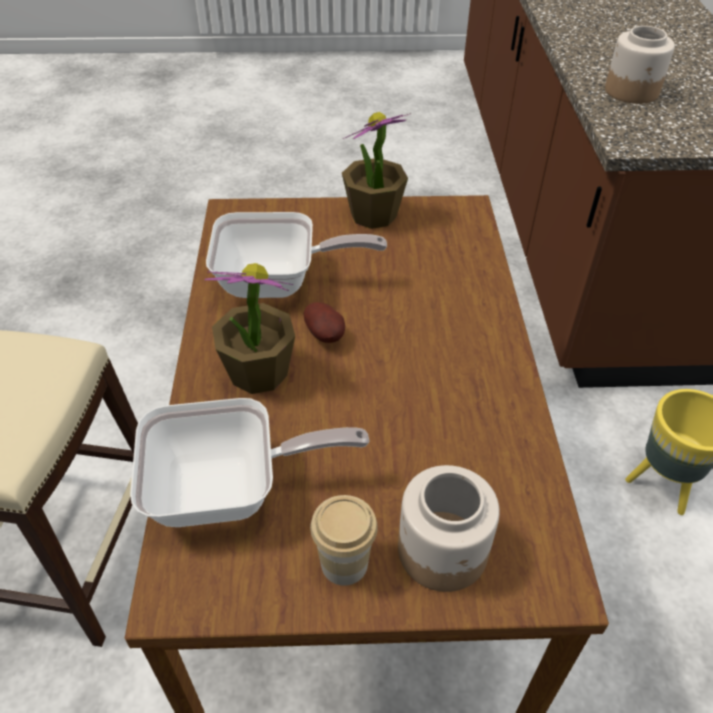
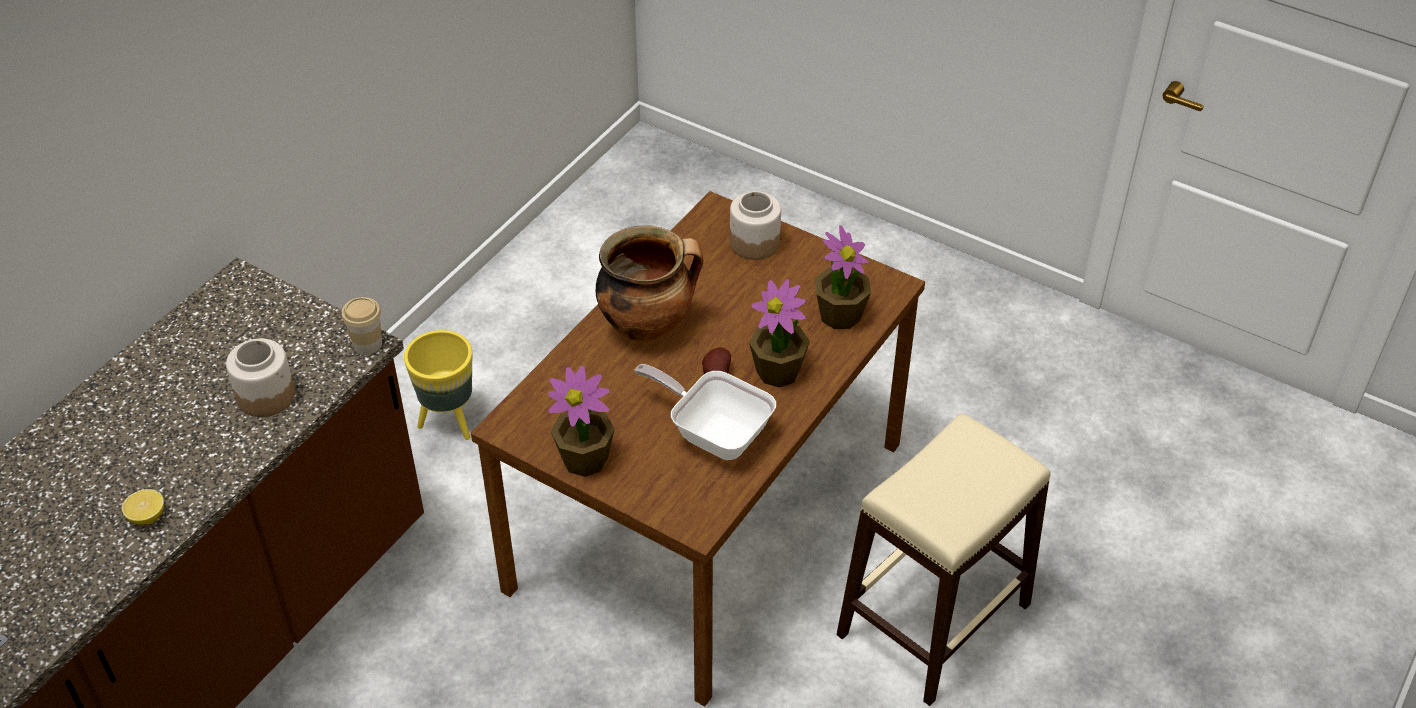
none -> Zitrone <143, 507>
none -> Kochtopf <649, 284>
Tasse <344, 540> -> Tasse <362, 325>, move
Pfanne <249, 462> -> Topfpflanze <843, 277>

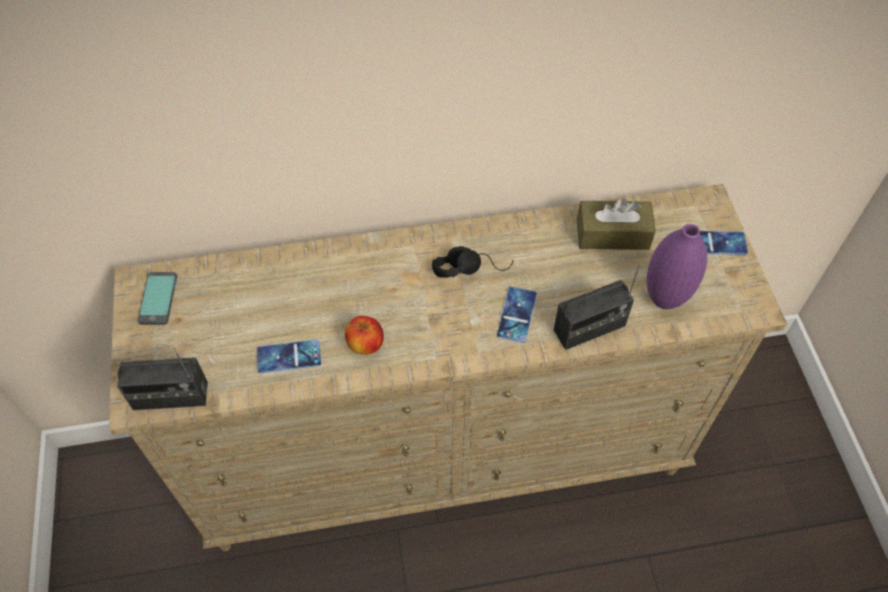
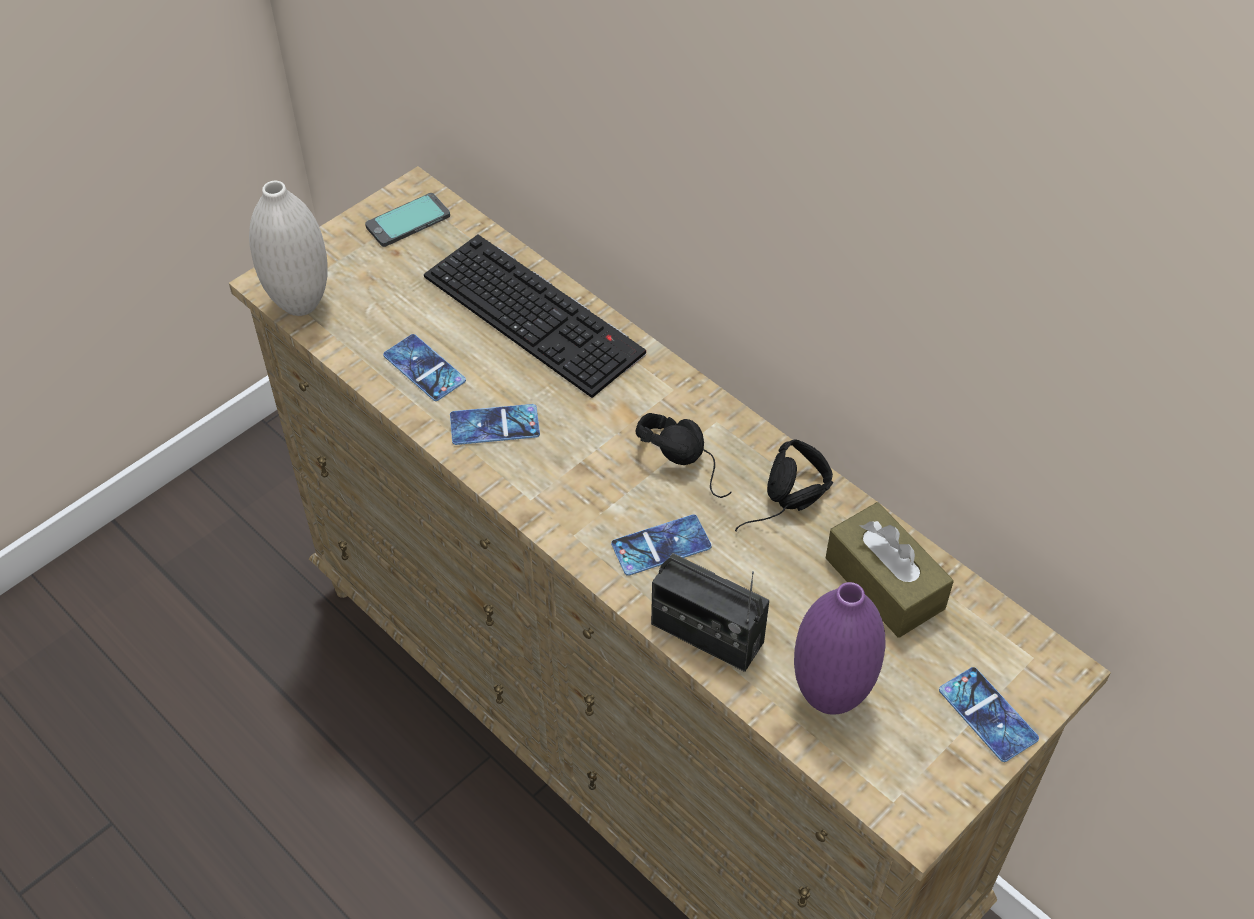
none -> Tastatur <535, 316>
none -> Kopfhörer (schwarz) <784, 485>
Radio <162, 379> -> Vase (weiß) <288, 248>
Apfel <364, 335> -> Handy <495, 424>

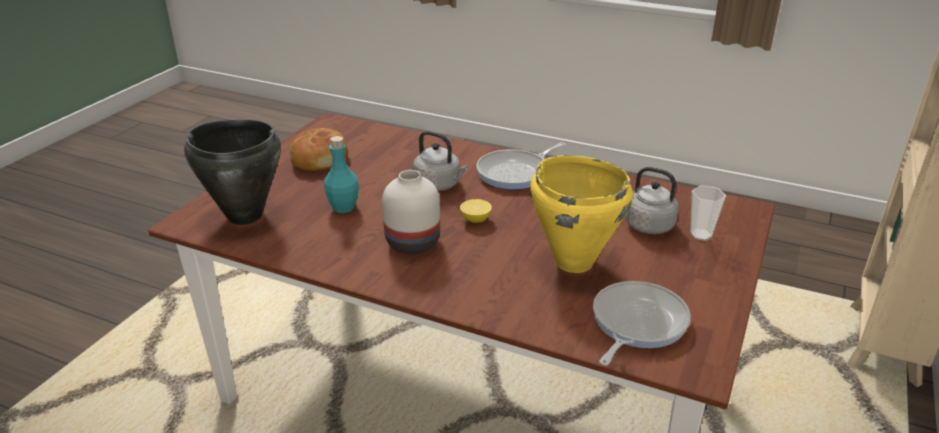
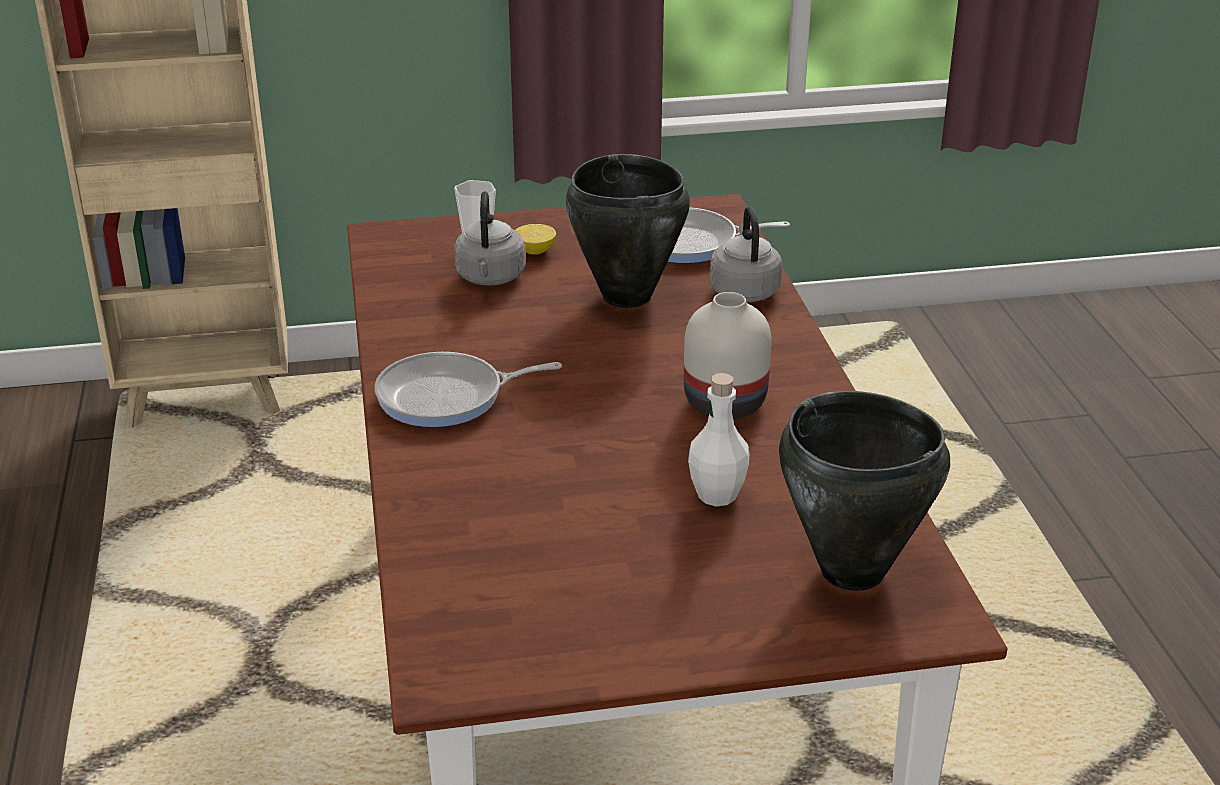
Brot <318, 149> -> none
Wasserkessel (grau) <440, 161> -> Wasserkessel (grau) <746, 254>, move
Zitrone <476, 211> -> Zitrone <535, 239>, move
Flasche (türkis) <341, 174> -> Flasche (weiß) <718, 440>
Kochtopf (gelb) <581, 214> -> Kochtopf (schwarz) <628, 231>
Pfanne <521, 166> -> Pfanne <468, 389>, 150 degrees clockwise

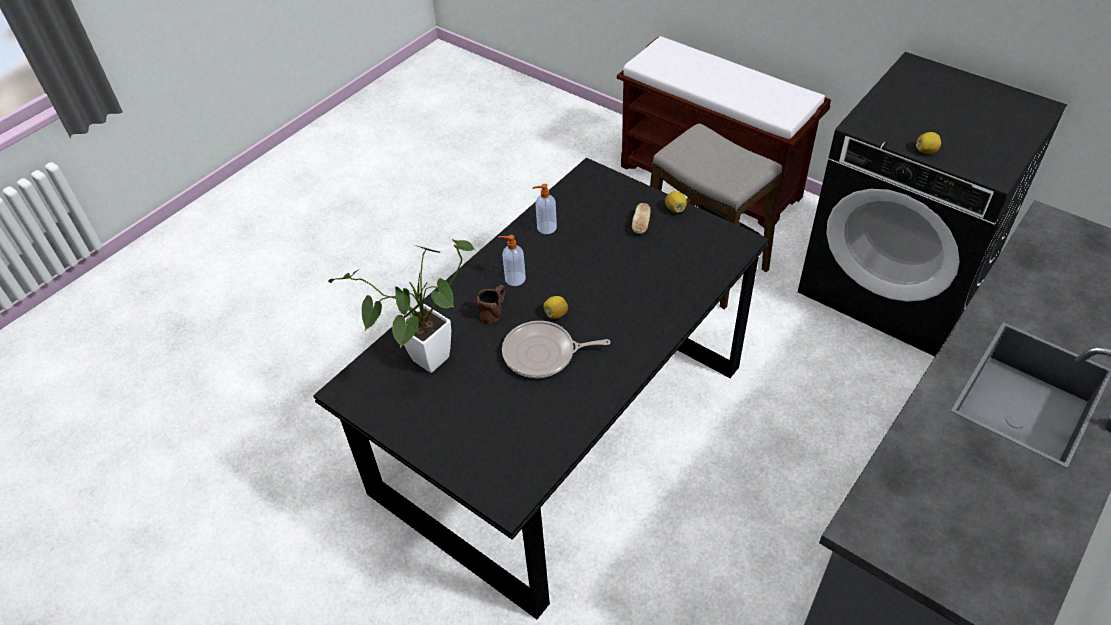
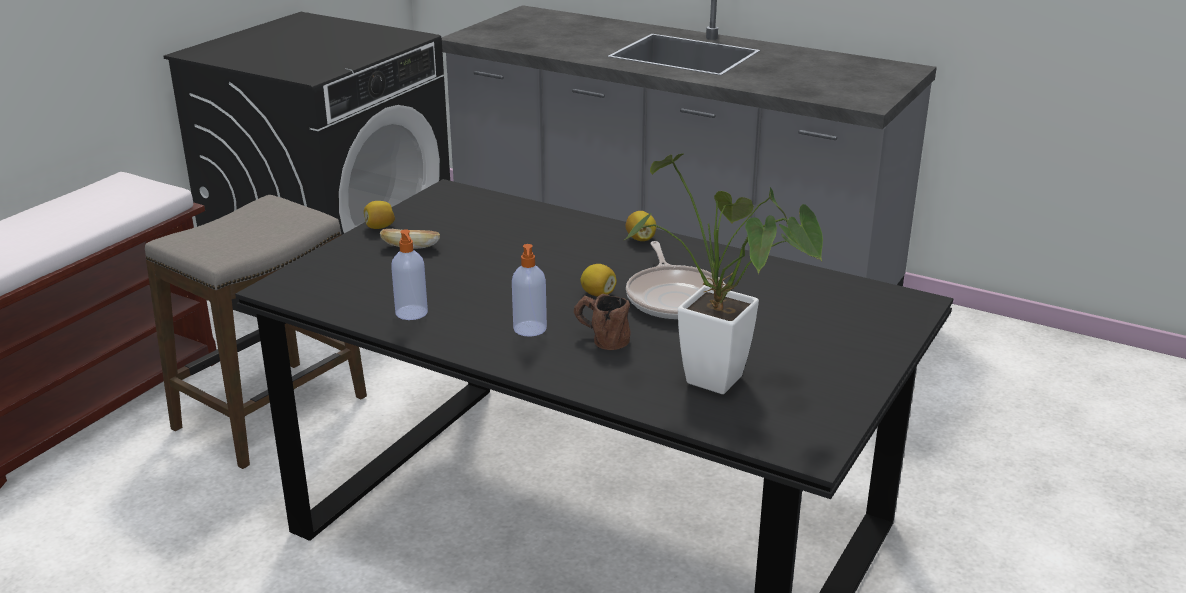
Zitrone <928, 143> -> Zitrone <640, 226>, move

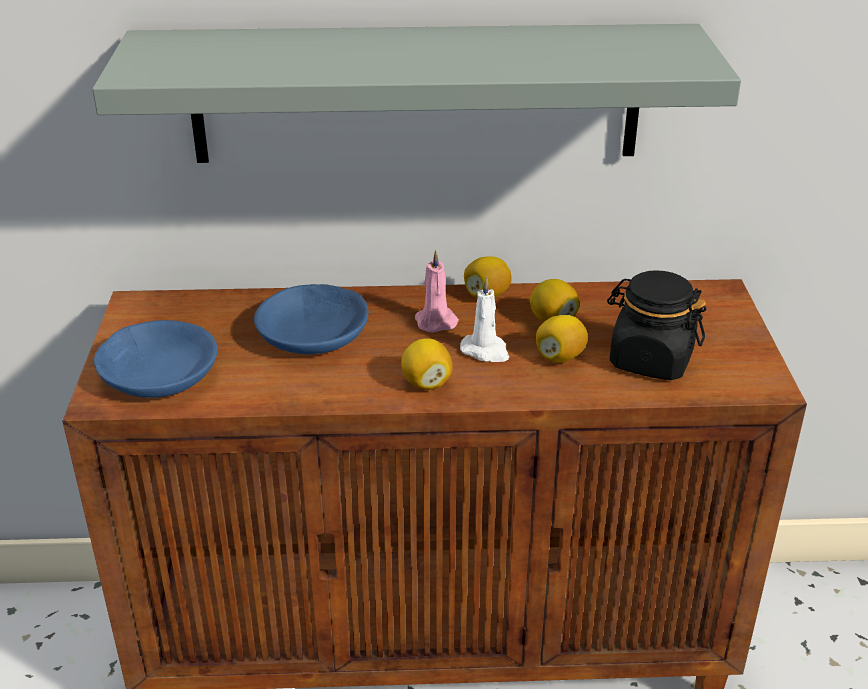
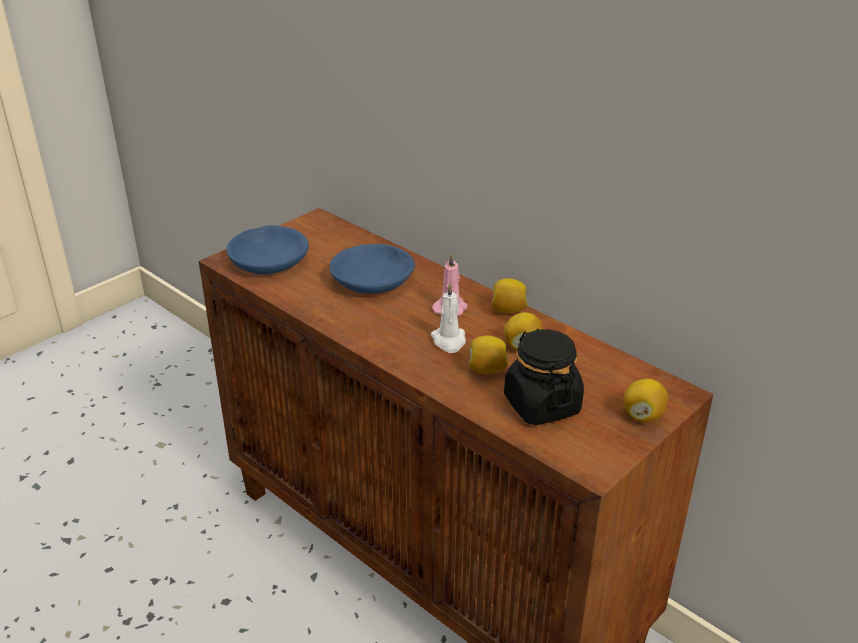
Wandregal (grau) <416, 93> -> none
Zitrone <427, 364> -> Zitrone <645, 401>, move

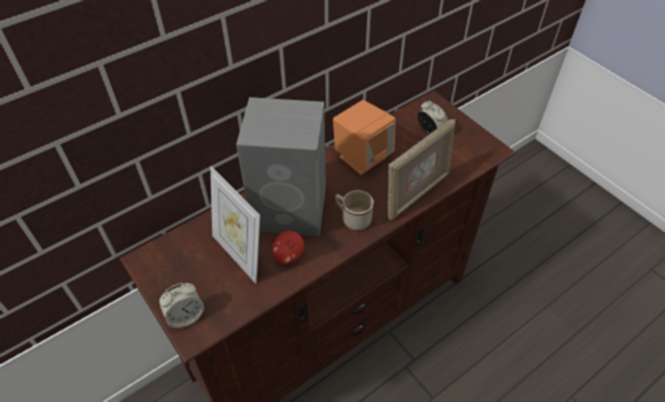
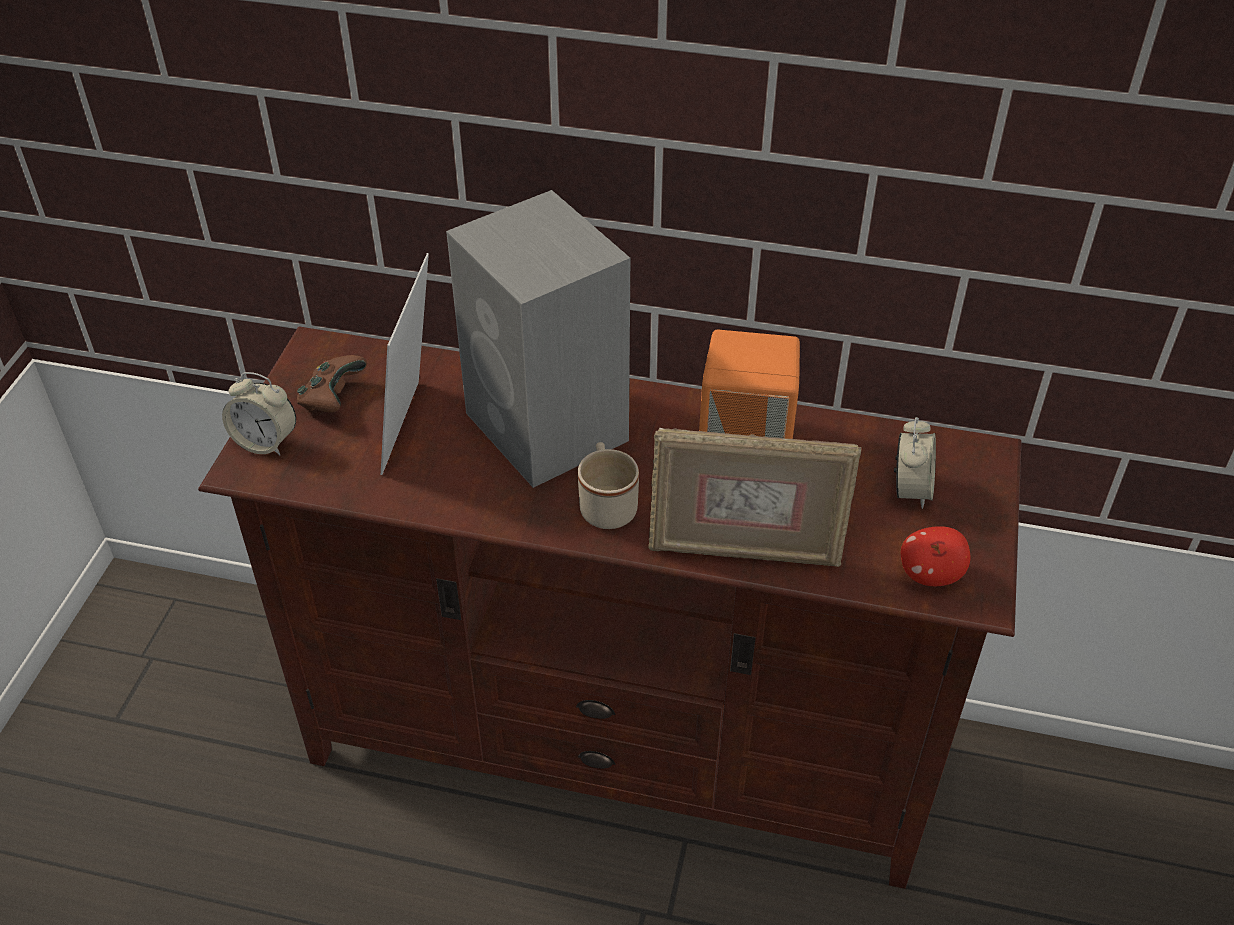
none -> Gamepad (braun) <332, 384>
Apfel <287, 247> -> Apfel <935, 556>, move

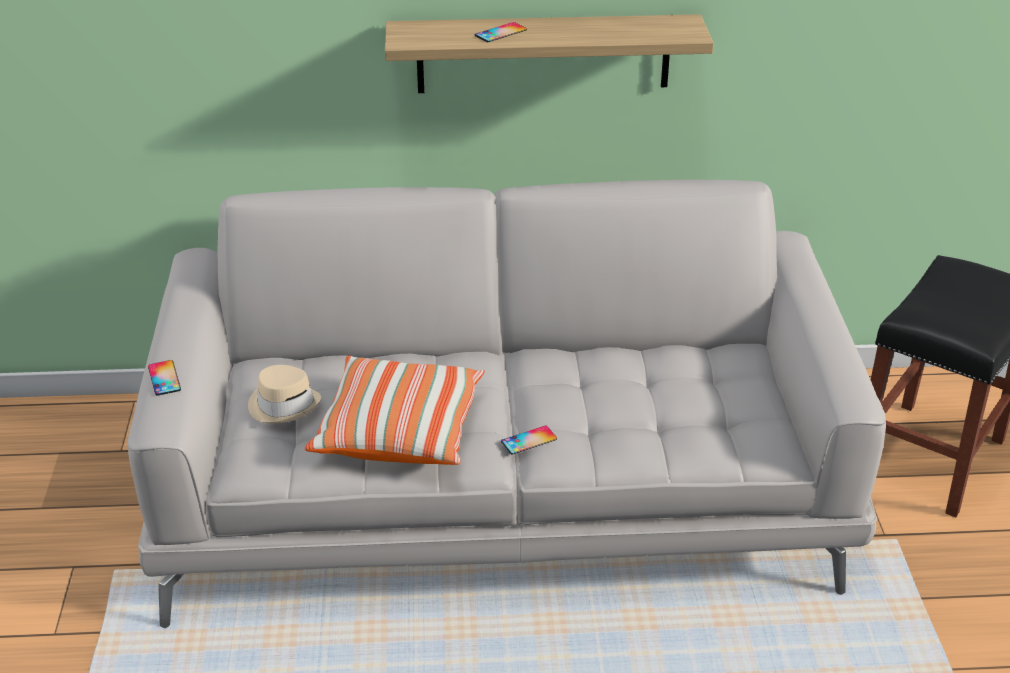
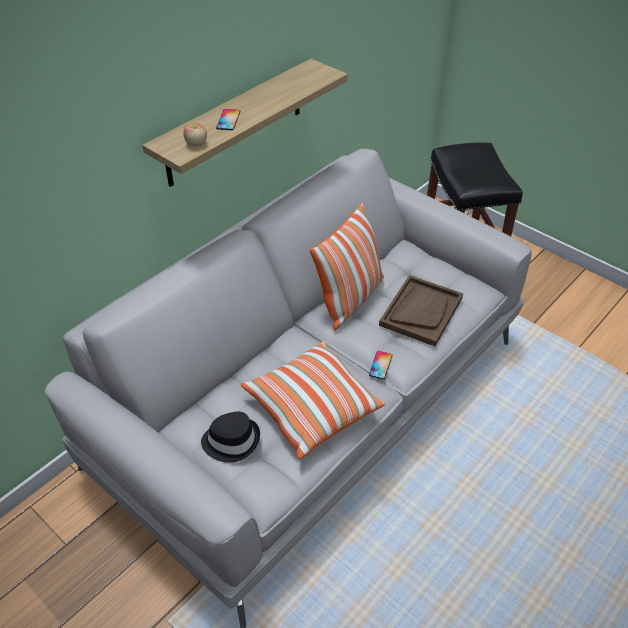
Handy <164, 378> -> none
none -> Apfel <195, 134>
none -> Kissen <347, 266>
none -> Tablett (braun) <421, 310>
Hut (beige) <284, 394> -> Hut (schwarz) <230, 437>

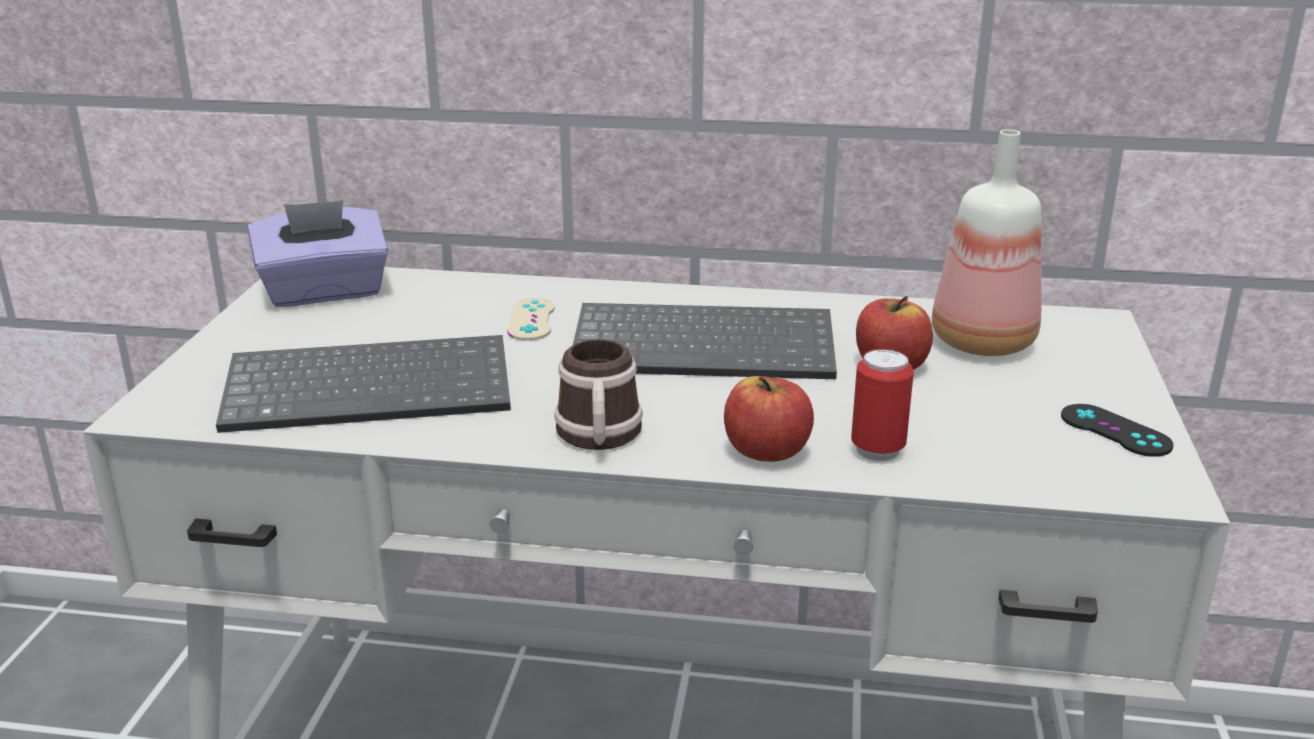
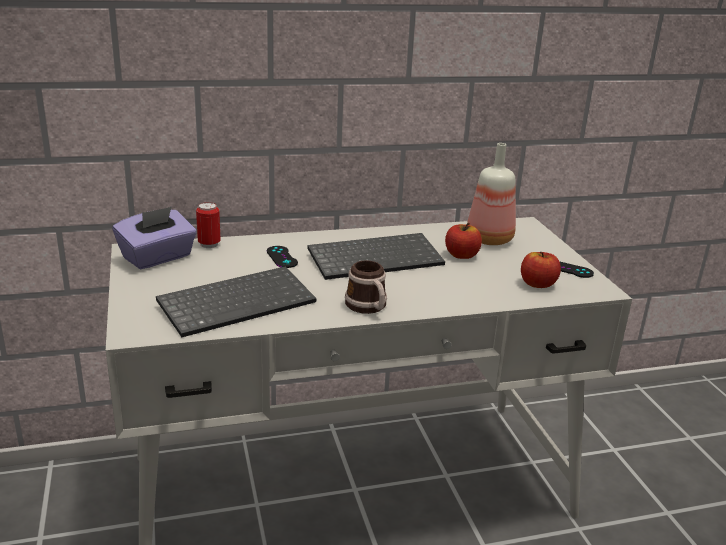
Apfel <769, 419> -> Apfel <541, 270>, move
Dose <882, 404> -> Dose <208, 225>, move
Gamepad (beige) <531, 319> -> Gamepad (schwarz) <282, 257>

